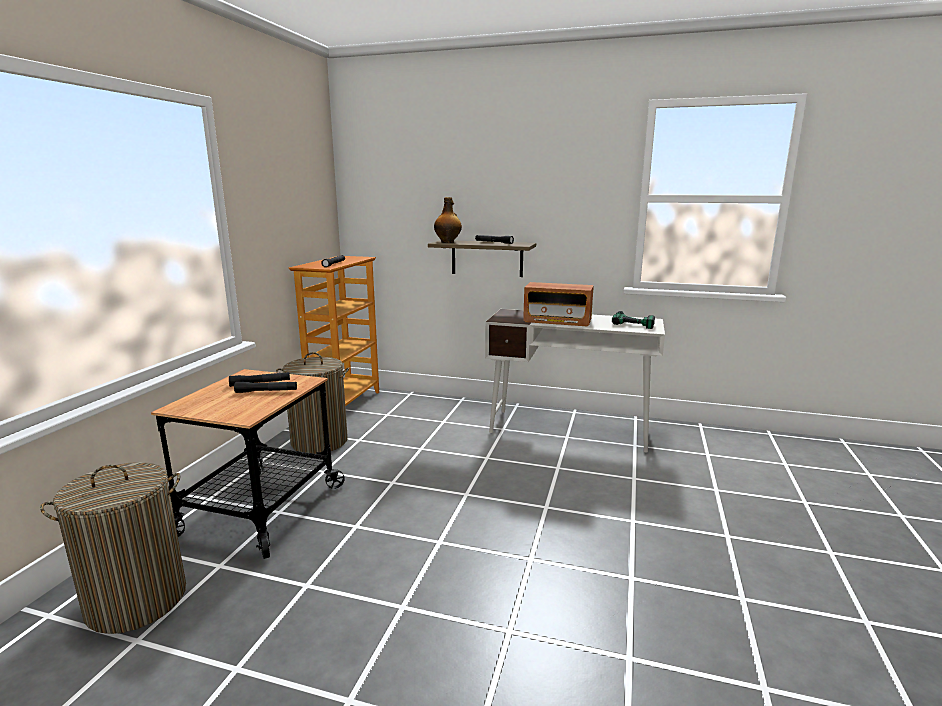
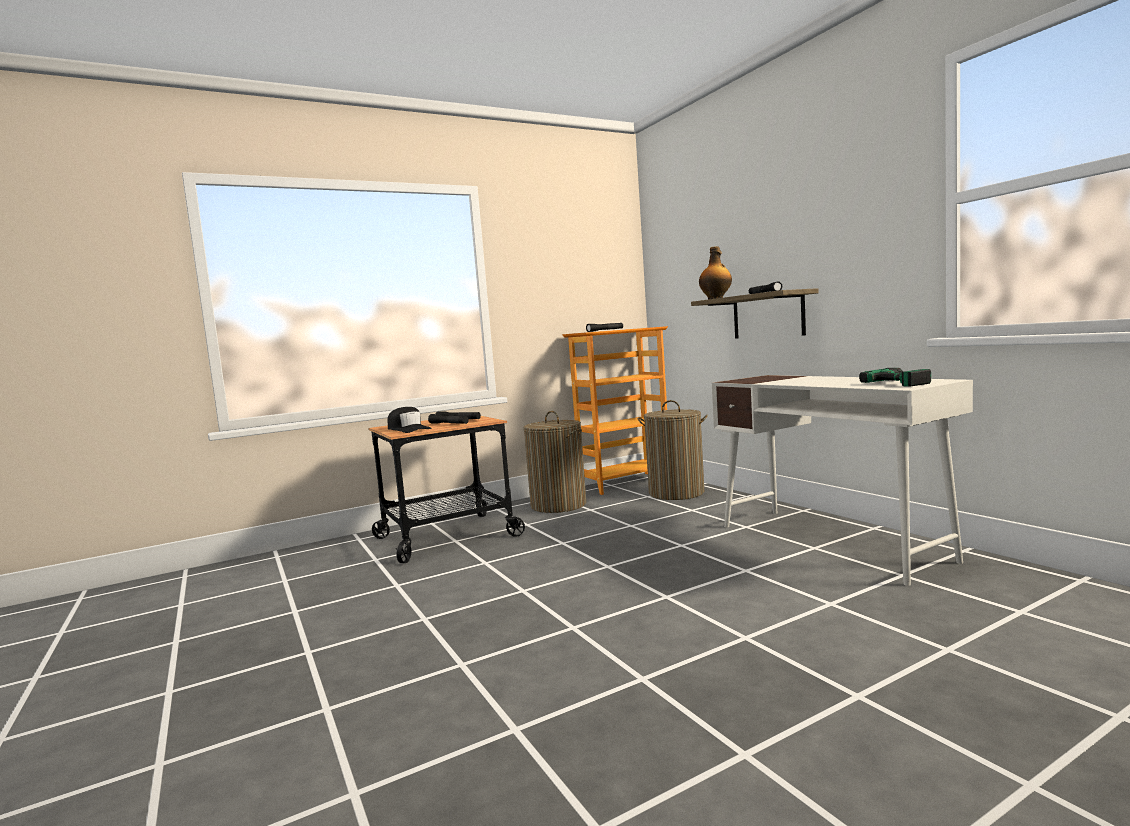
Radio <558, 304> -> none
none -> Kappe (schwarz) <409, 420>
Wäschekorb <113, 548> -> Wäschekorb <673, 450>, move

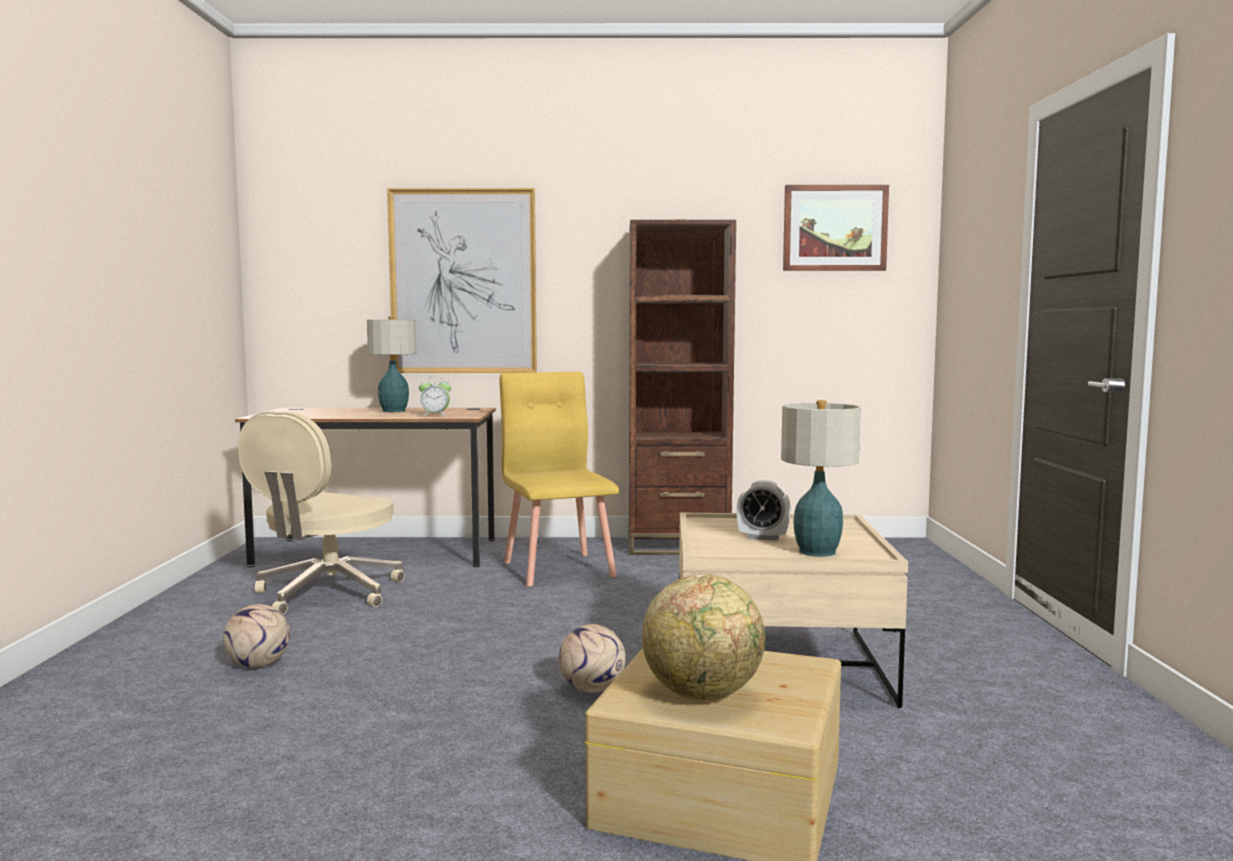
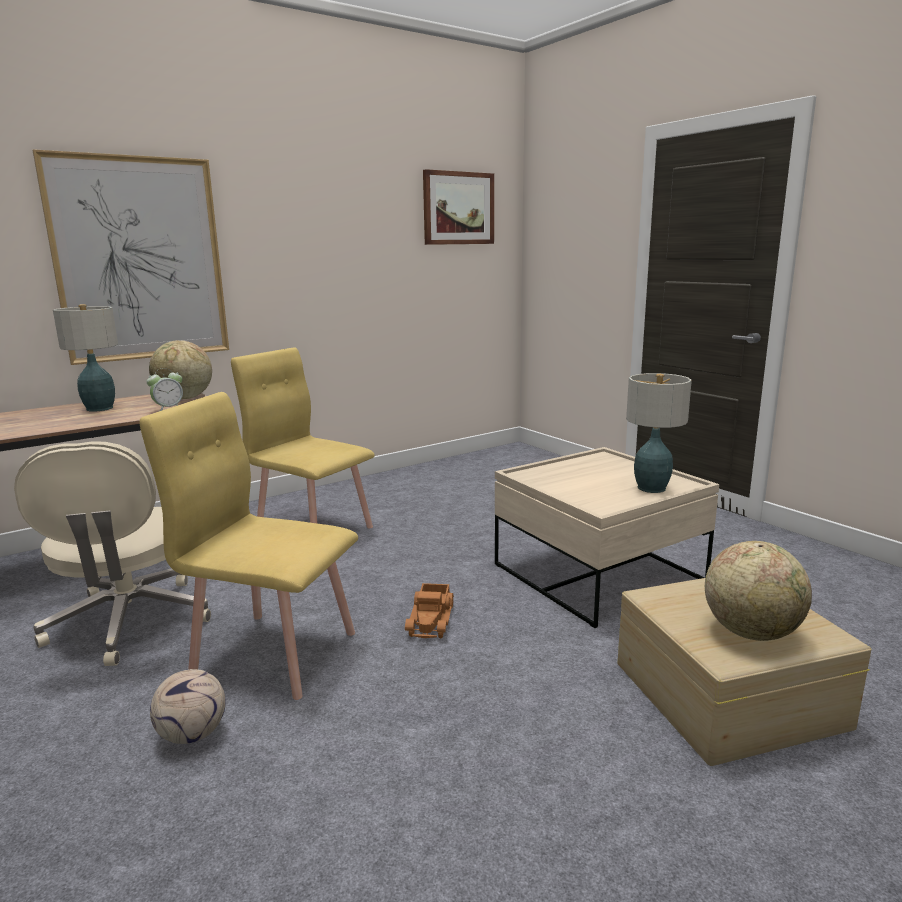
Fußball <592, 658> -> none
Bücherregal (braun) <682, 387> -> none
Wecker <764, 510> -> none
none -> Stuhl (gelb) <248, 546>
none -> Globus <180, 369>
none -> Spielzeuglaster <429, 610>

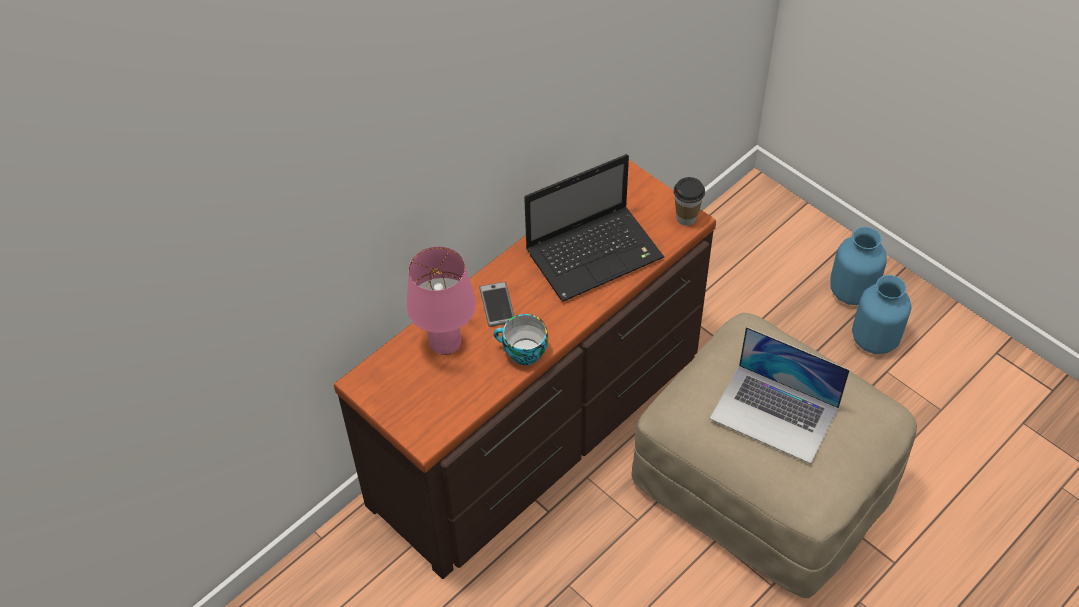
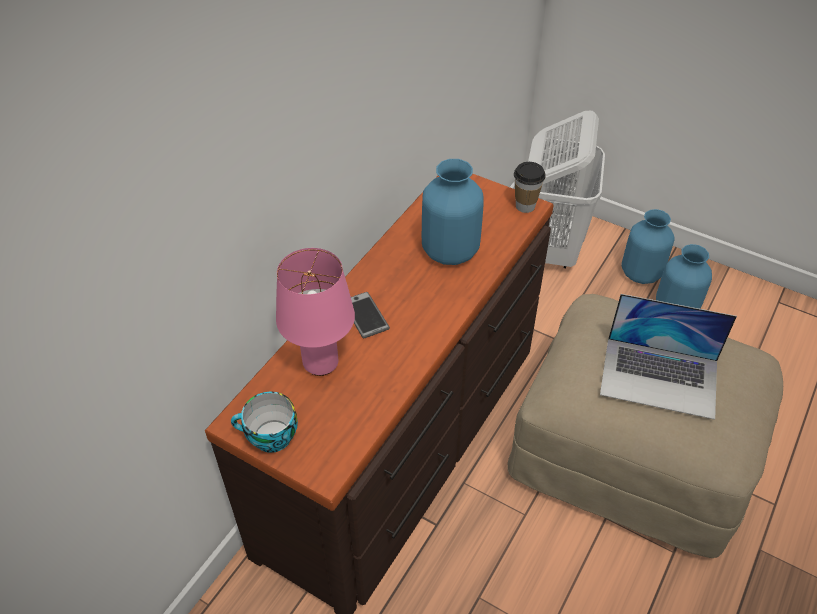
none -> Wäschekorb (weiß) <566, 189>
Tasse <521, 339> -> Tasse <264, 422>, move
Laptop <594, 228> -> Vase (blau) <453, 212>

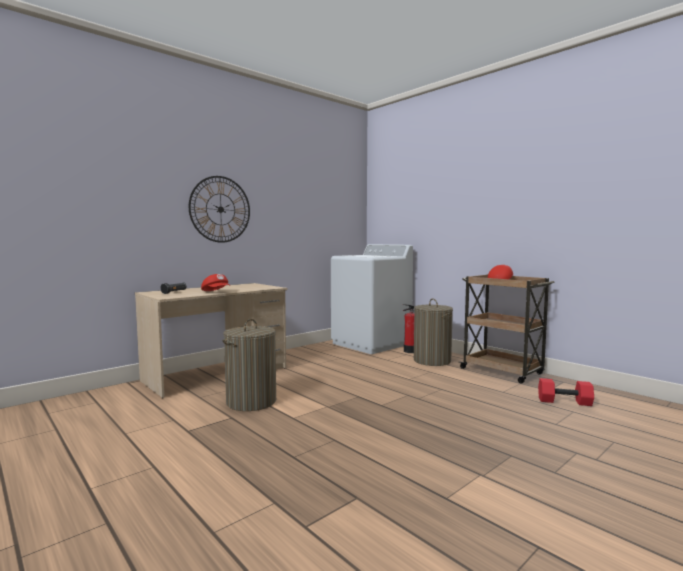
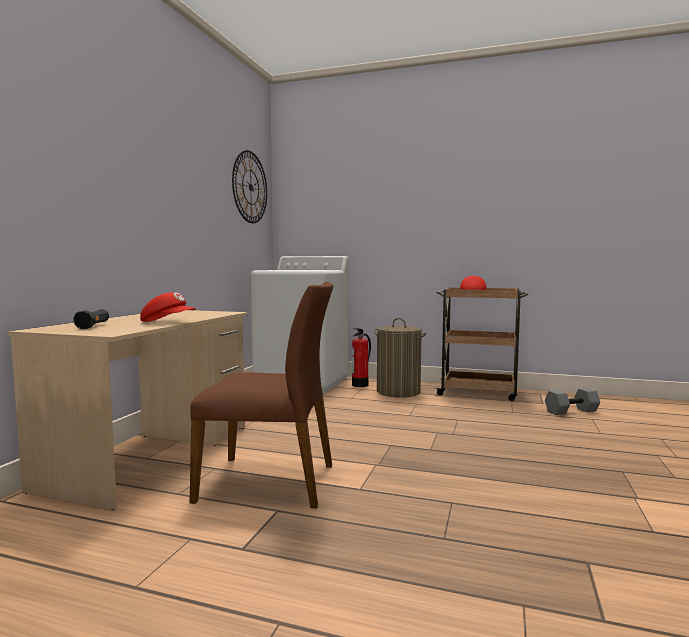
Wanduhr <219, 209> -> Wanduhr <249, 186>, move
Wäschekorb <249, 365> -> Stuhl (braun) <262, 395>
Hantel (rot) <566, 392> -> Hantel (grau) <572, 401>

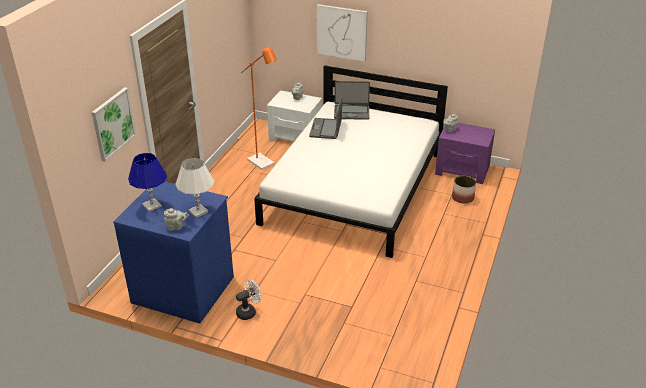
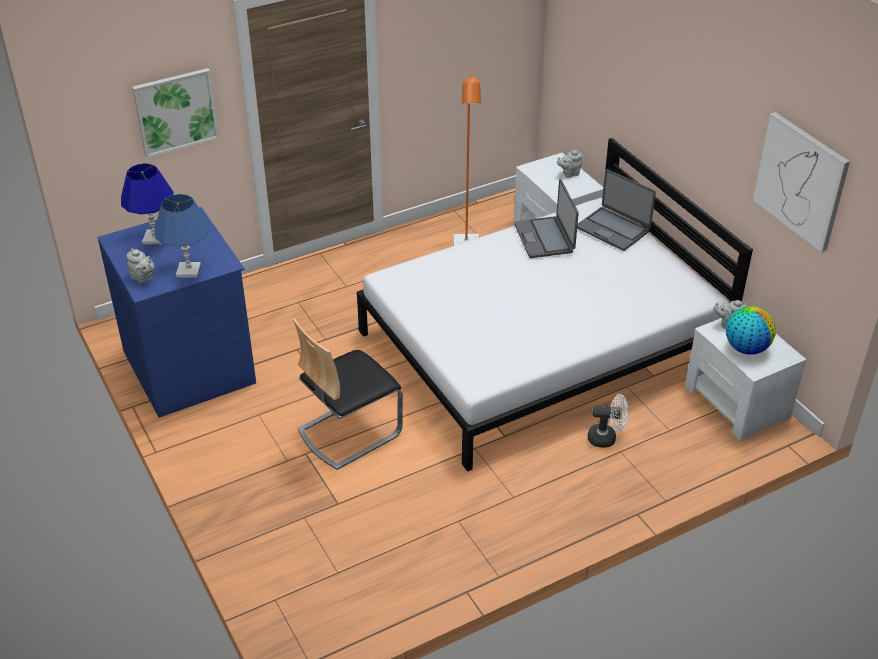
Pflanzkübel <464, 190> -> none
none -> Stuhl <348, 394>
none -> Globus <751, 330>
Ventilator (weiß) <248, 299> -> Ventilator (weiß) <608, 421>, move
Bild <342, 33> -> Bild <801, 182>, move
Tischlampe (weiß) <195, 188> -> Tischlampe (blau) <182, 236>
Nachttisch (lila) <465, 153> -> Nachttisch (weiß) <745, 379>
Laptop <325, 117> -> Laptop <546, 218>, 60 degrees counterclockwise

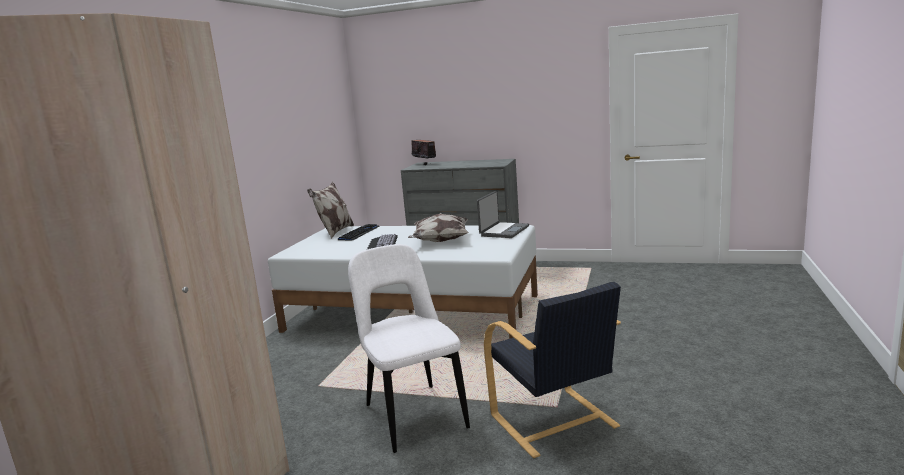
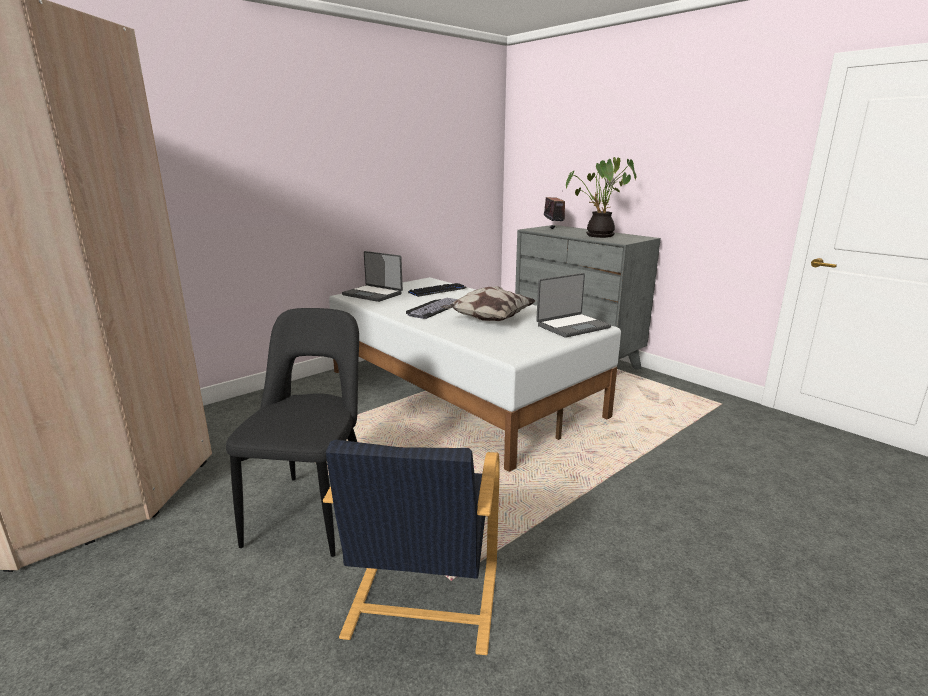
Kissen <330, 210> -> none
none -> Laptop <372, 276>
none -> Topfpflanze <601, 197>
Stuhl (weiß) <409, 348> -> Stuhl (schwarz) <292, 432>

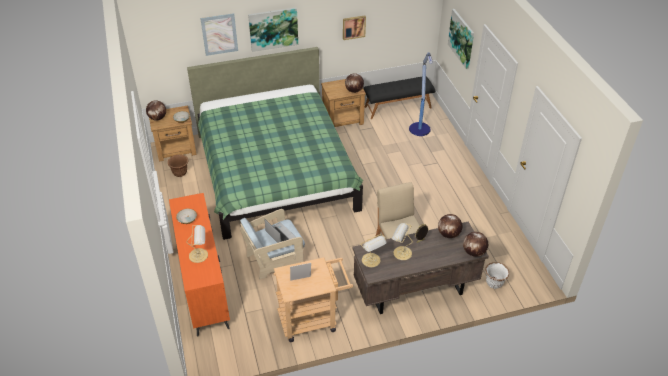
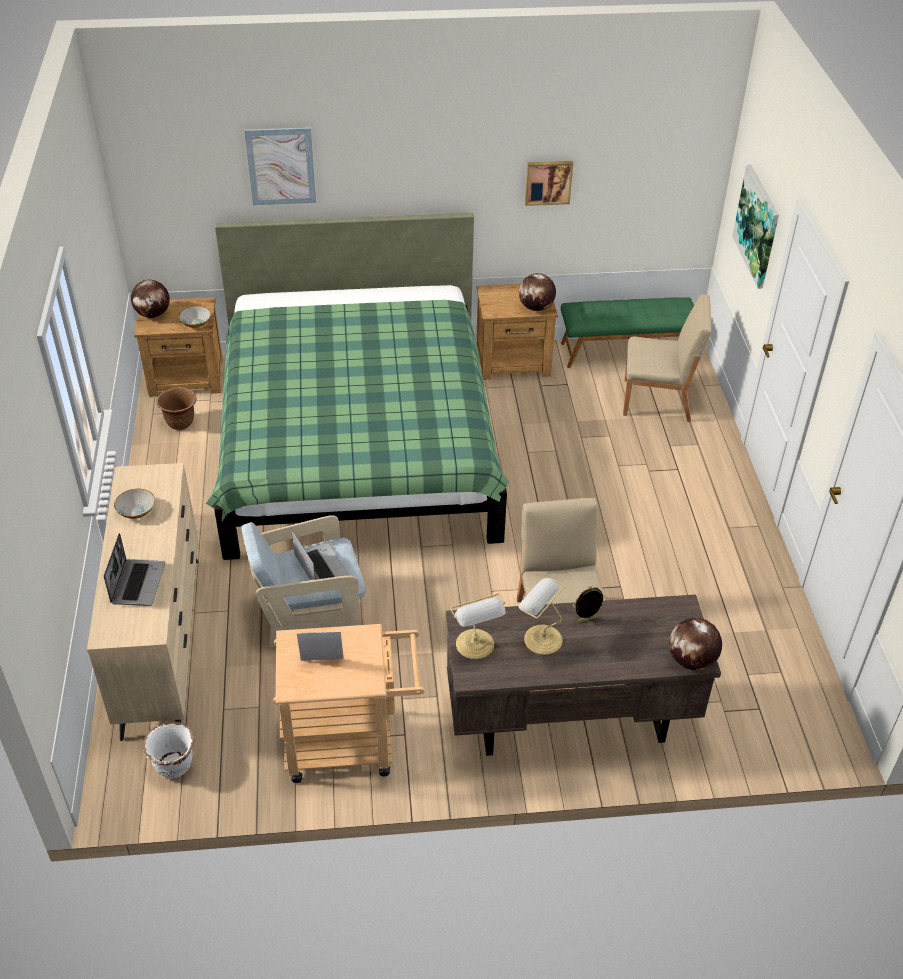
Bild <273, 30> -> none
Globus <450, 226> -> none
Pflanzkübel (weiß) <497, 275> -> Pflanzkübel (weiß) <169, 750>, move
Tischlampe <197, 244> -> Laptop <134, 569>
Stehlampe <421, 94> -> Stuhl (beige) <667, 358>
Kommode (orange) <199, 265> -> Kommode (beige) <142, 602>
Bank (schwarz) <399, 97> -> Bank (grün) <627, 332>

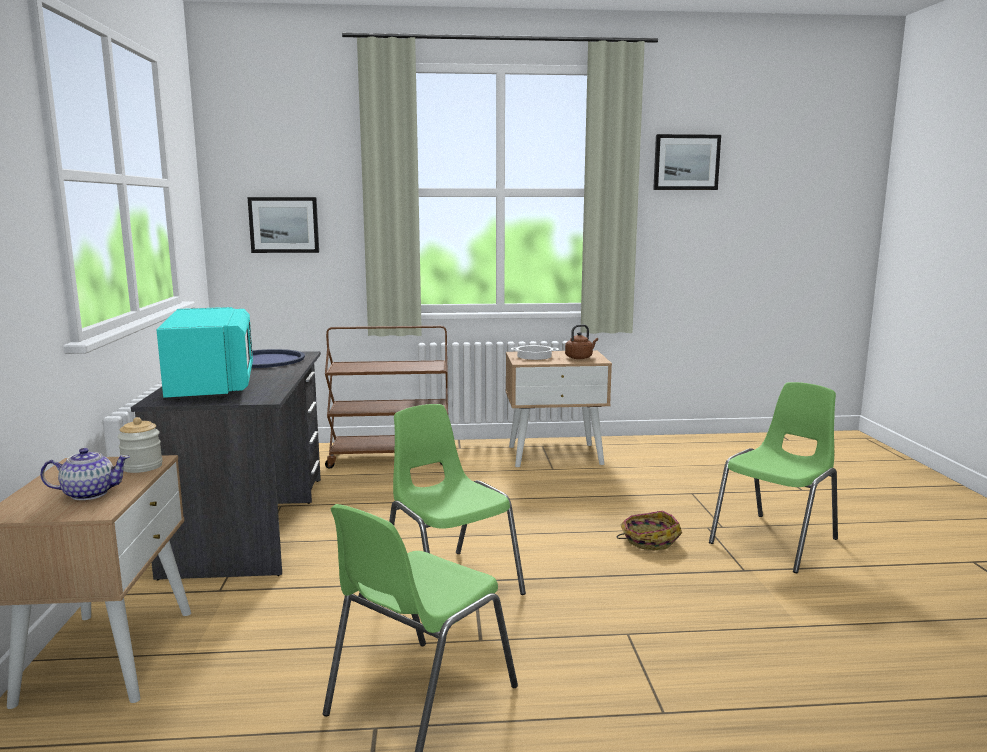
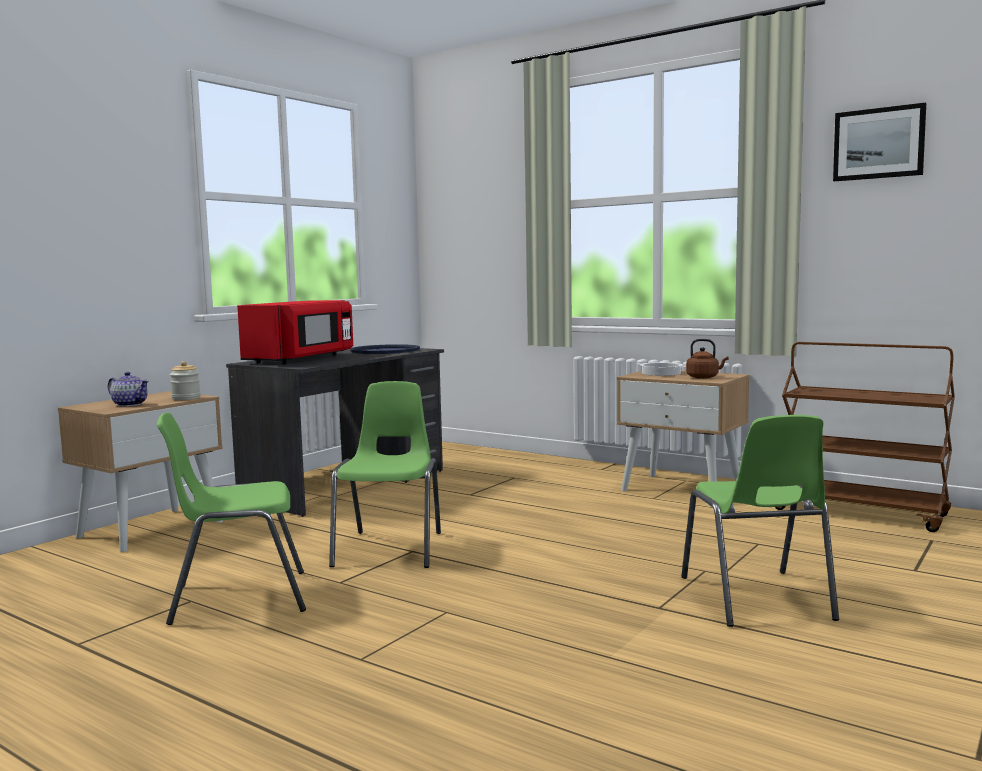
Bild <283, 225> -> none
Korb <649, 531> -> none
Rollwagen (braun) <386, 397> -> Rollwagen (braun) <865, 437>, move
Mikrowelle (türkis) <205, 354> -> Mikrowelle (rot) <295, 332>
Stuhl (grün) <773, 477> -> Stuhl (grün) <760, 521>, 90 degrees clockwise

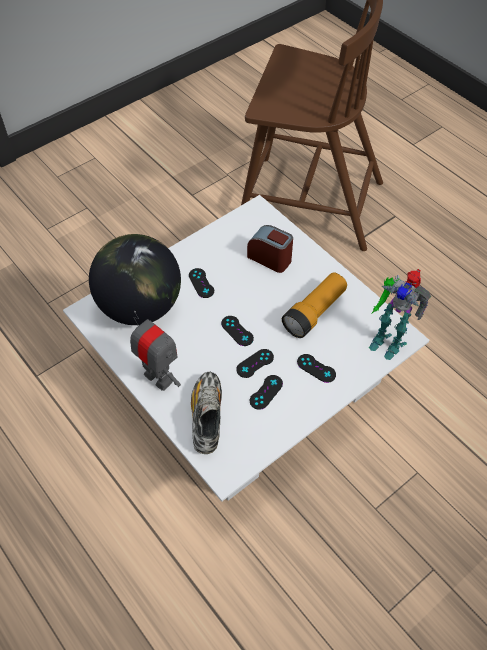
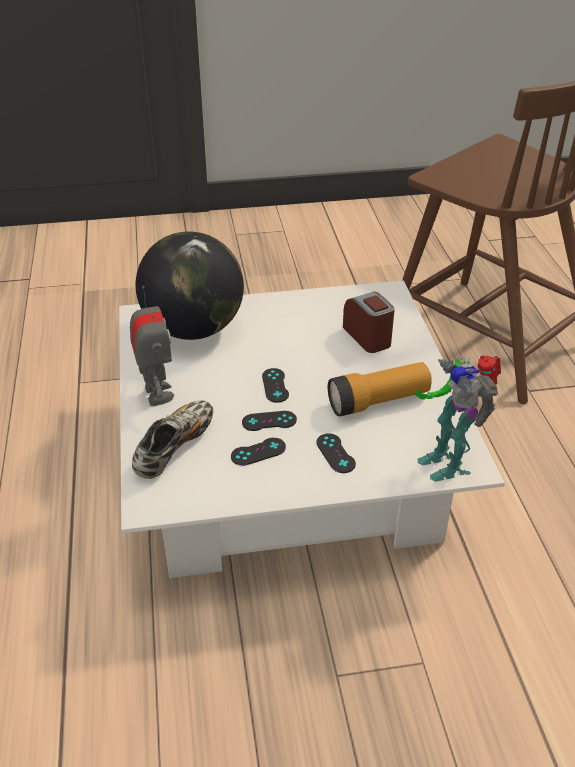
Gamepad (schwarz) <201, 283> -> none

